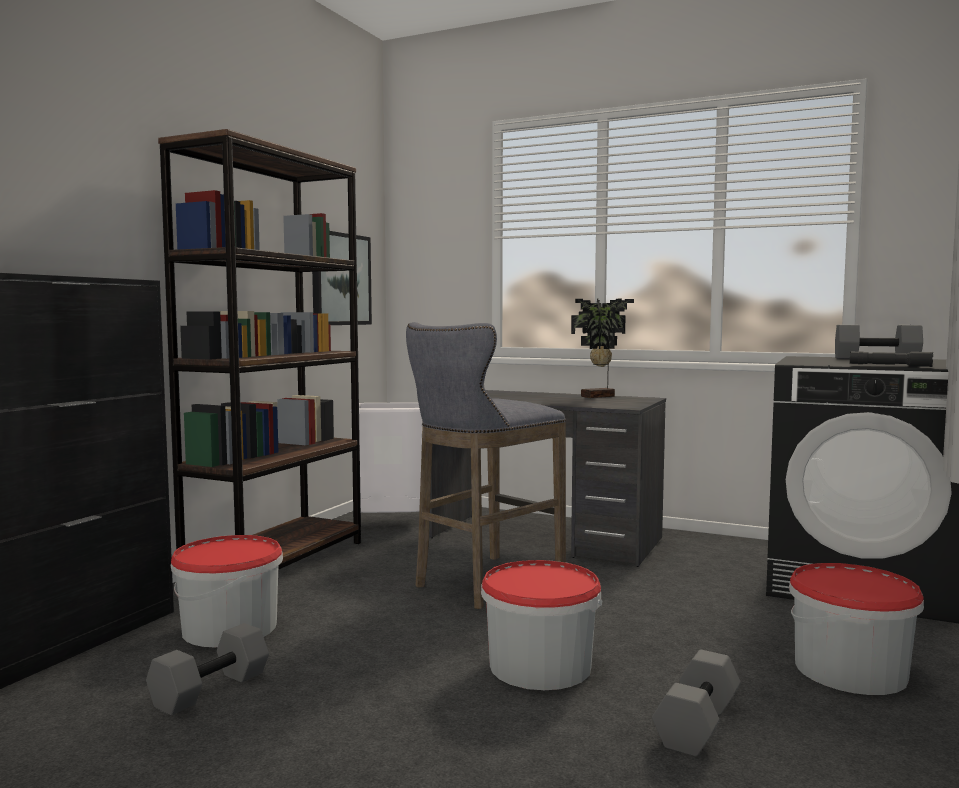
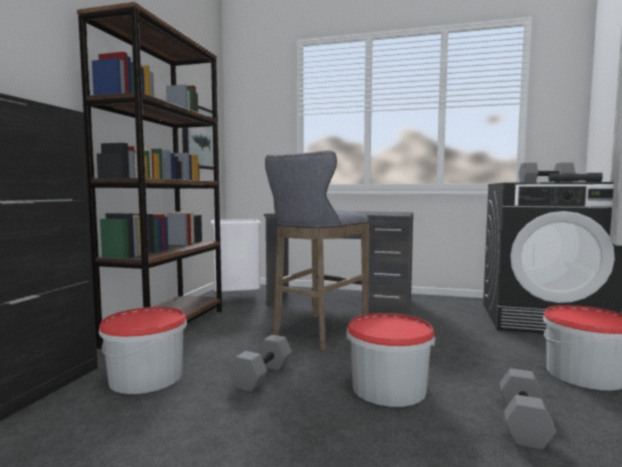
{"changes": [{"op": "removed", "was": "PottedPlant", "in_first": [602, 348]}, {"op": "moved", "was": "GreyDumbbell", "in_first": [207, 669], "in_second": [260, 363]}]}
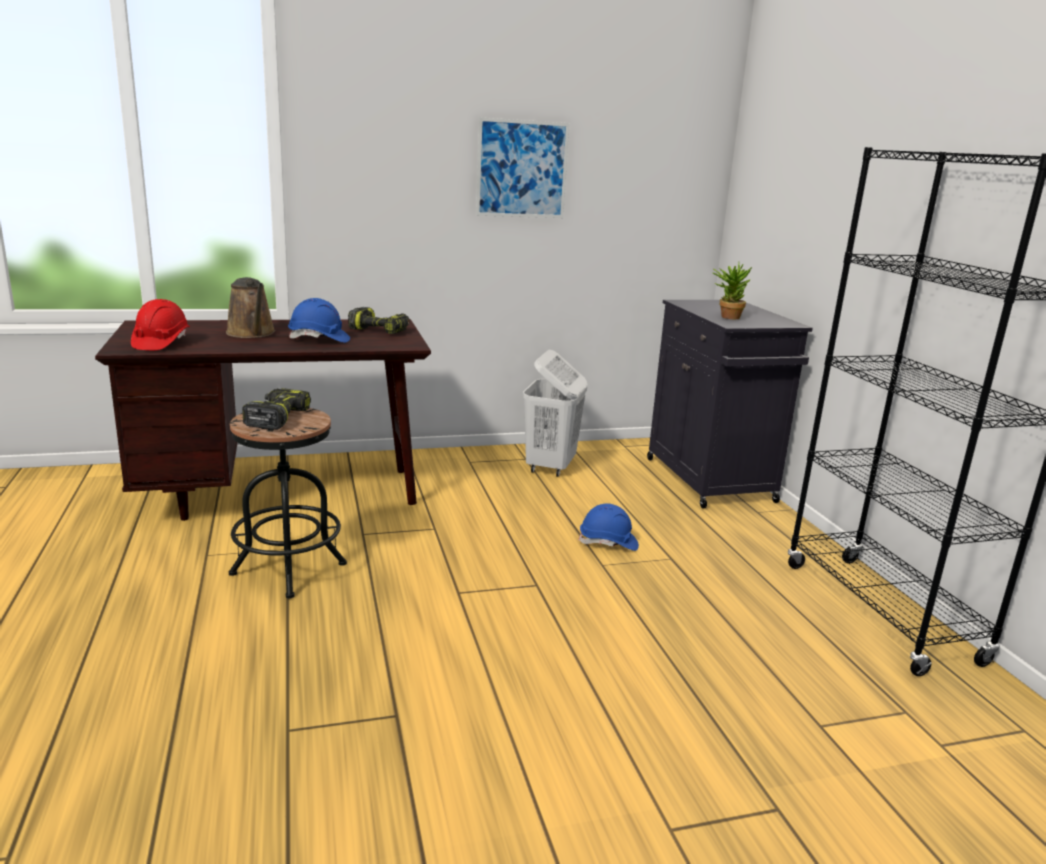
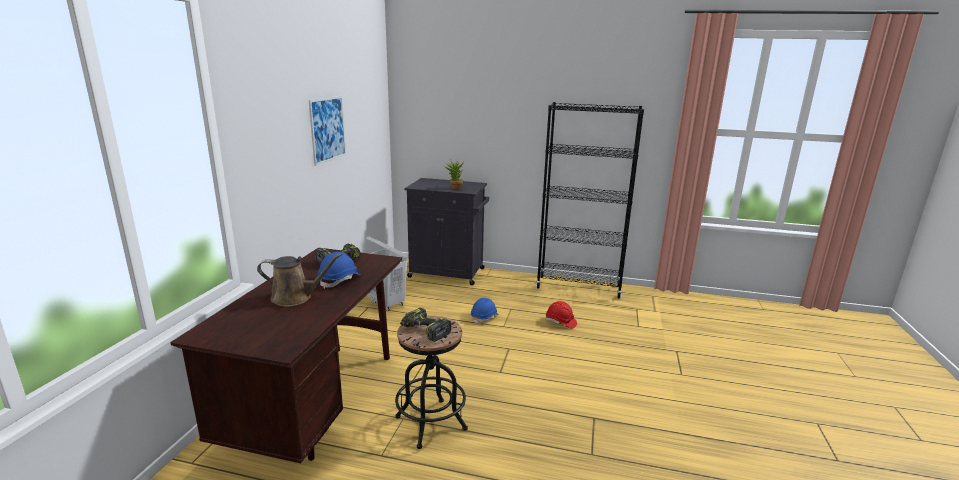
{"changes": [{"op": "moved", "was": "RedHardHat", "in_first": [160, 325], "in_second": [561, 315]}]}
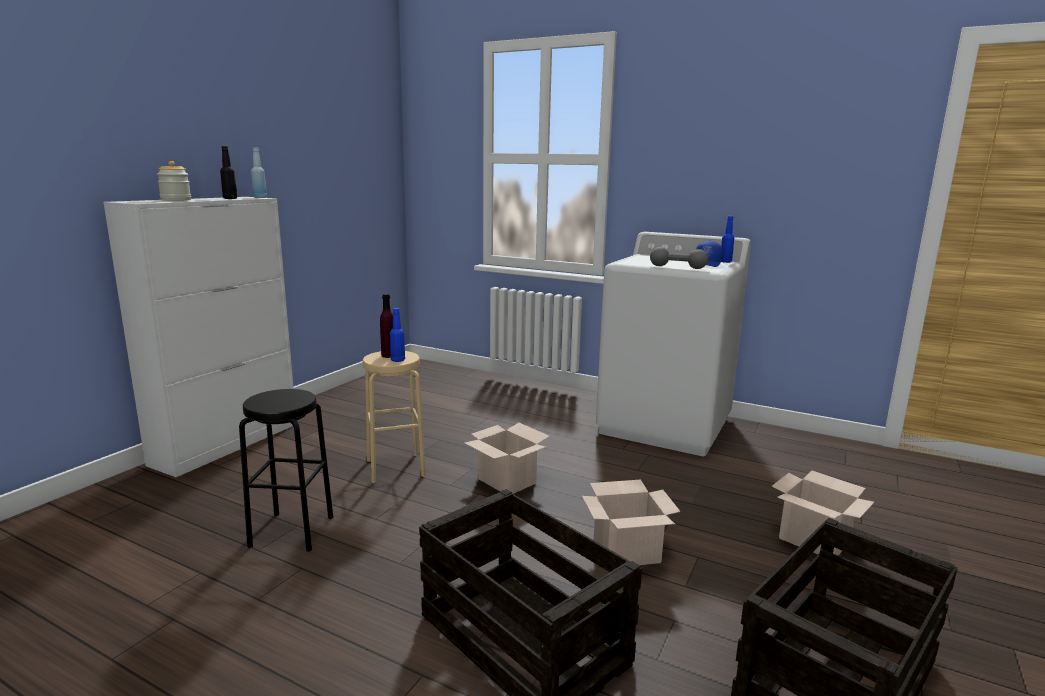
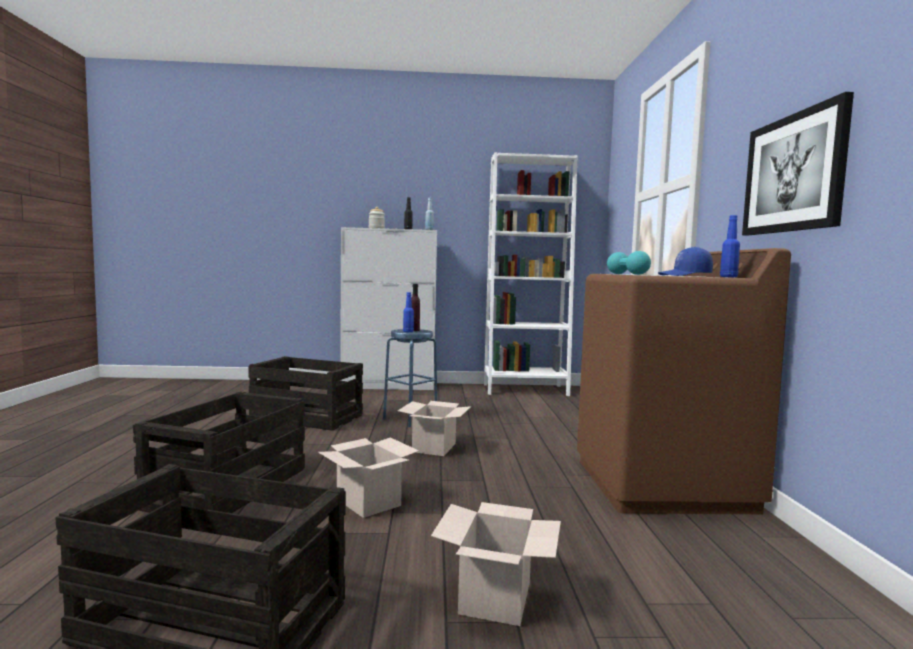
{"changes": [{"op": "recoloured", "was": "WhiteWashingMachine", "now": "BrownWashingMachine", "in_first": [673, 344], "in_second": [684, 381]}, {"op": "recoloured", "was": "GreyDumbbell", "now": "TurquoiseDumbbell", "in_first": [679, 258], "in_second": [629, 263]}, {"op": "recoloured", "was": "BeigeStool", "now": "BlueStool", "in_first": [394, 417], "in_second": [410, 378]}, {"op": "replaced", "was": "BlackStool", "now": "Crate", "in_first": [286, 470], "in_second": [305, 393]}, {"op": "added", "now": "Picture", "in_second": [798, 164]}, {"op": "added", "now": "WhiteBookcase", "in_second": [530, 274]}]}
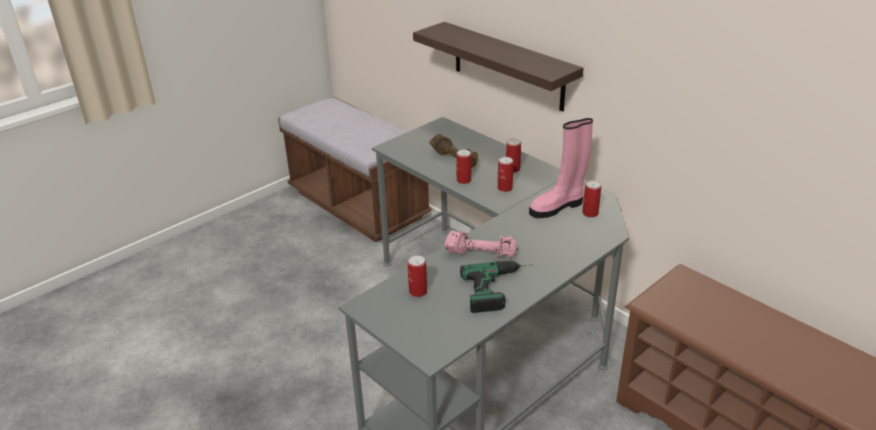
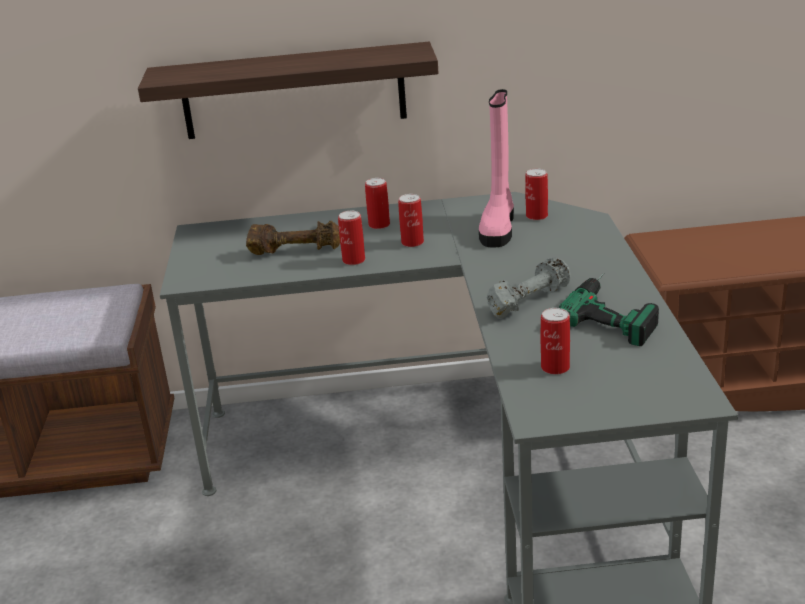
{"changes": [{"op": "recoloured", "was": "PinkDumbbell", "now": "GreyDumbbell", "in_first": [481, 245], "in_second": [529, 287]}]}
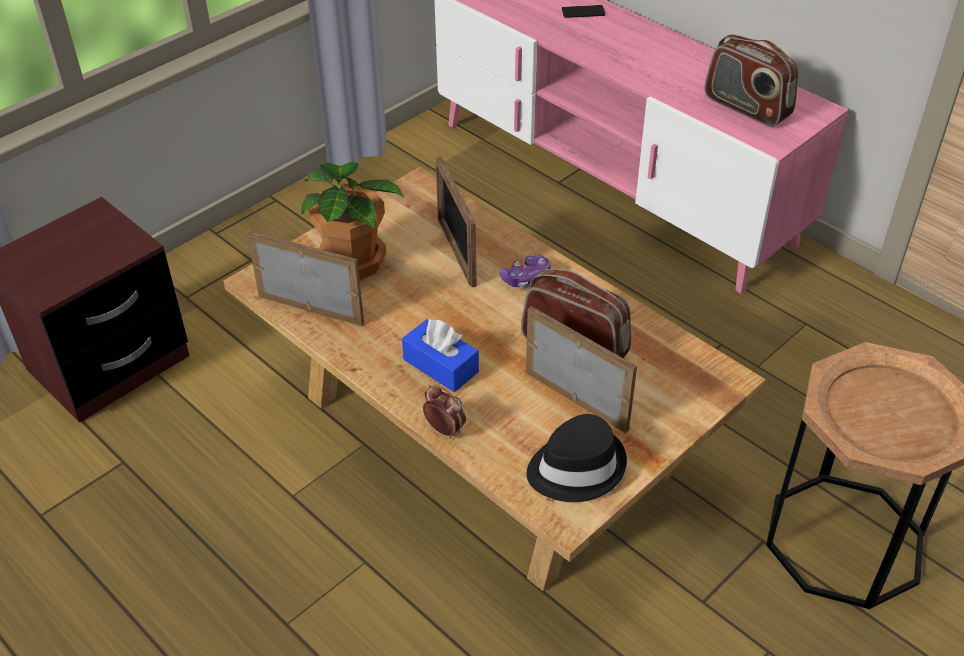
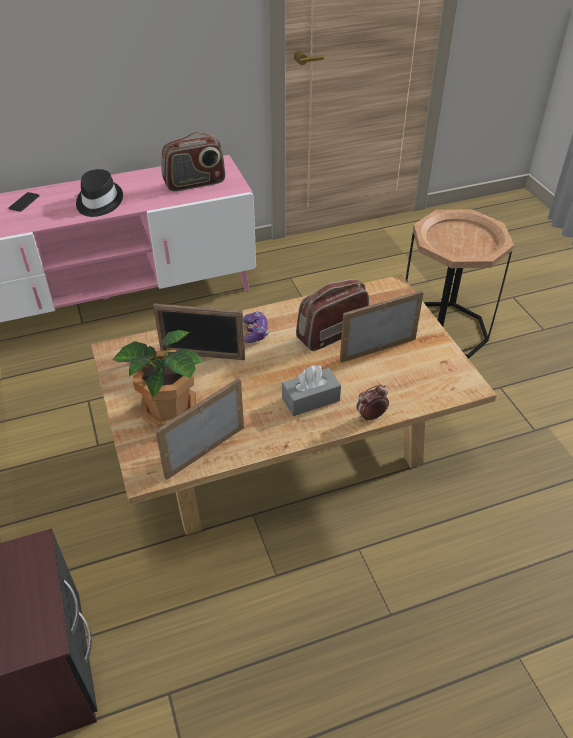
{"changes": [{"op": "recoloured", "was": "BlueTissueBox", "now": "GreyTissueBox", "in_first": [440, 355], "in_second": [311, 390]}, {"op": "moved", "was": "BlackHat", "in_first": [577, 458], "in_second": [99, 193]}]}
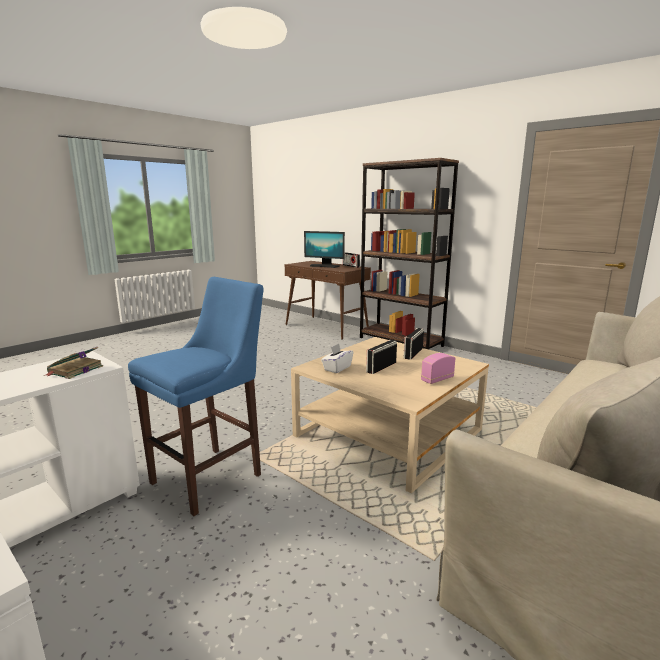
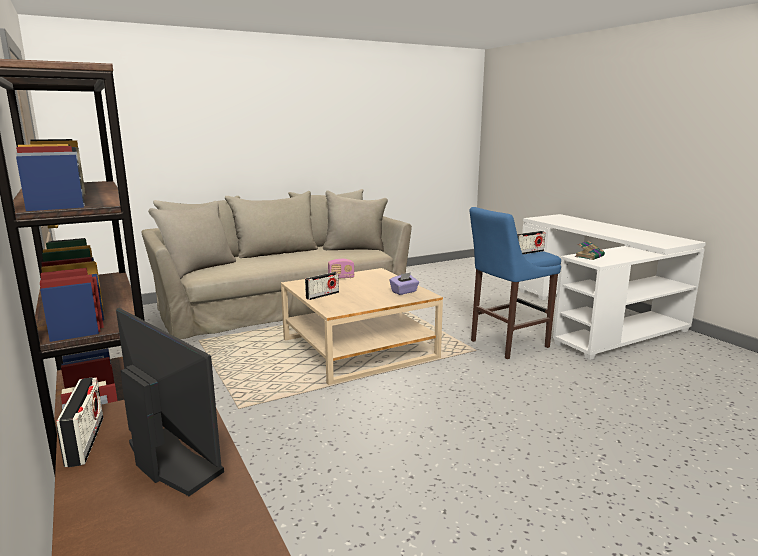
{"changes": [{"op": "moved", "was": "Radio", "in_first": [381, 357], "in_second": [531, 242]}, {"op": "recoloured", "was": "WhiteTissueBox", "now": "PurpleTissueBox", "in_first": [337, 358], "in_second": [404, 284]}]}
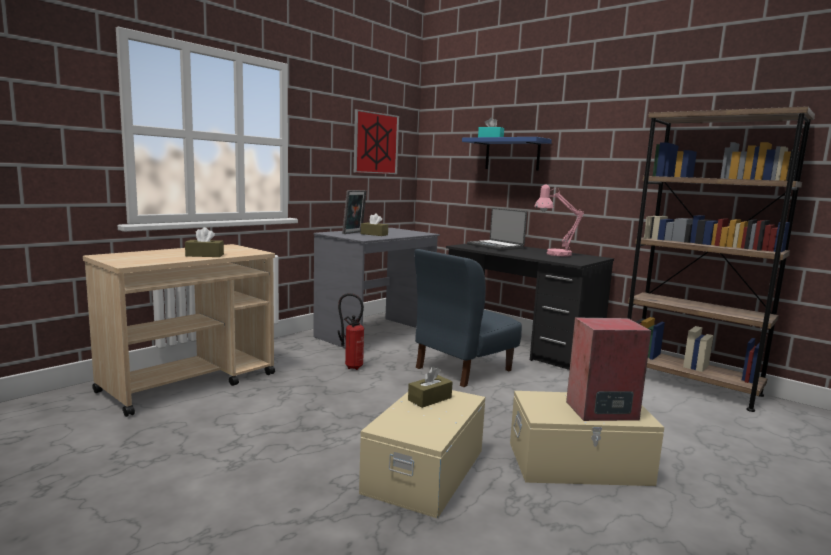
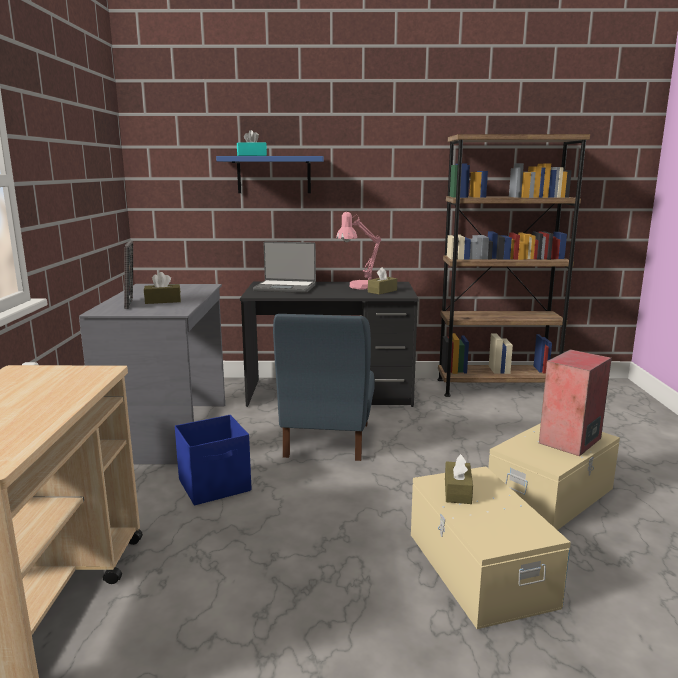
{"changes": [{"op": "removed", "was": "Picture", "in_first": [376, 141]}, {"op": "moved", "was": "BrownTissueBox", "in_first": [204, 242], "in_second": [382, 281]}, {"op": "replaced", "was": "FireExtinguisher", "now": "BlueStorageBox", "in_first": [351, 331], "in_second": [213, 460]}]}
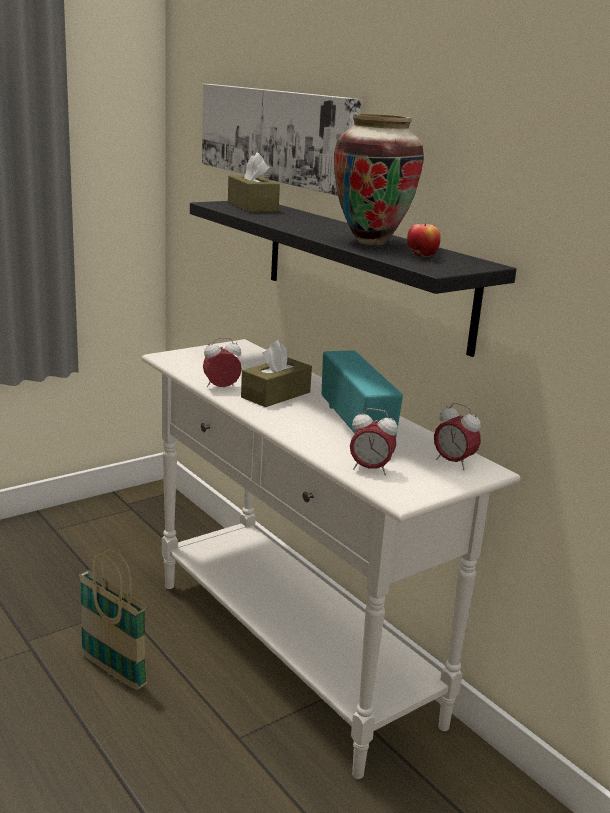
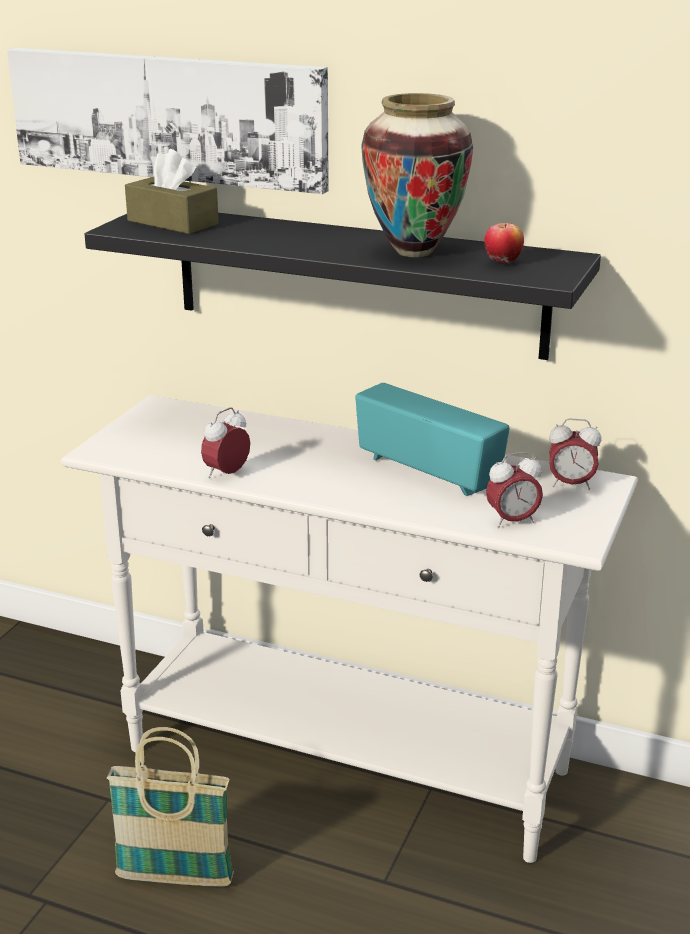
{"changes": [{"op": "removed", "was": "BrownTissueBox", "in_first": [276, 373]}]}
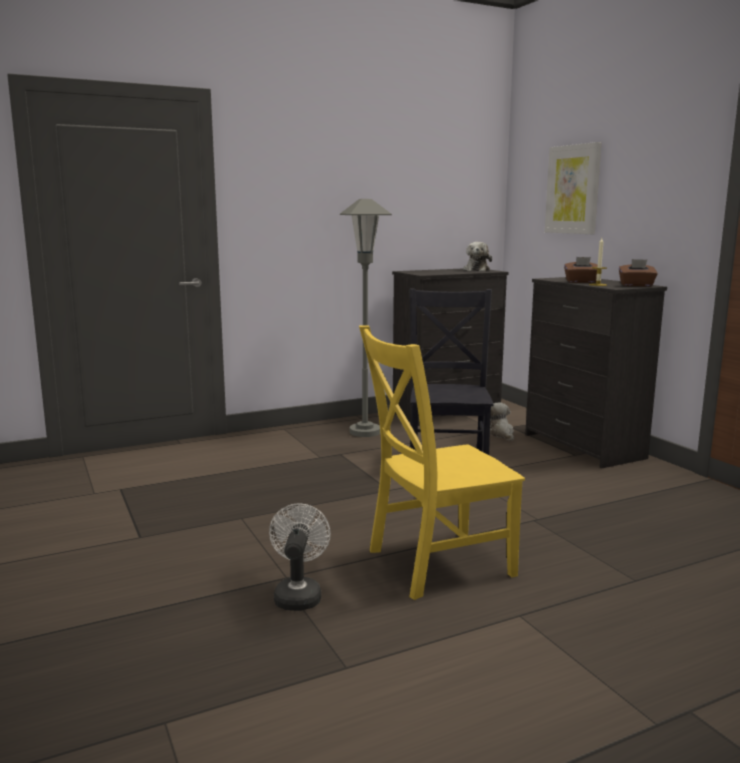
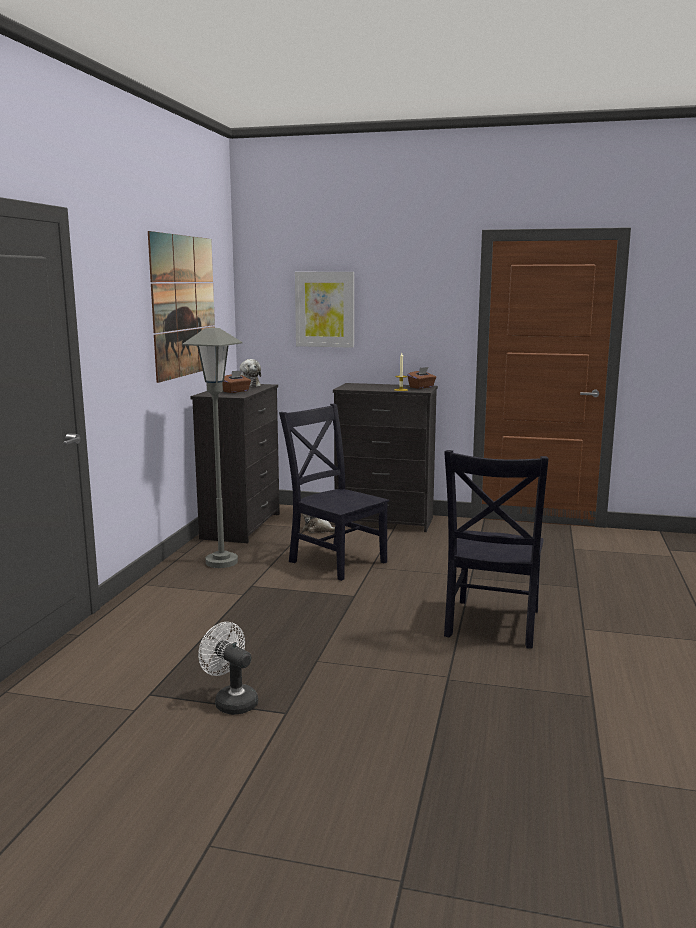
{"changes": [{"op": "moved", "was": "BrownTissueBox", "in_first": [581, 270], "in_second": [236, 381]}, {"op": "recoloured", "was": "YellowChair", "now": "BlackChair", "in_first": [442, 463], "in_second": [496, 549]}, {"op": "moved", "was": "WhiteFan", "in_first": [300, 557], "in_second": [228, 668]}, {"op": "added", "now": "Picture", "in_second": [181, 307]}]}
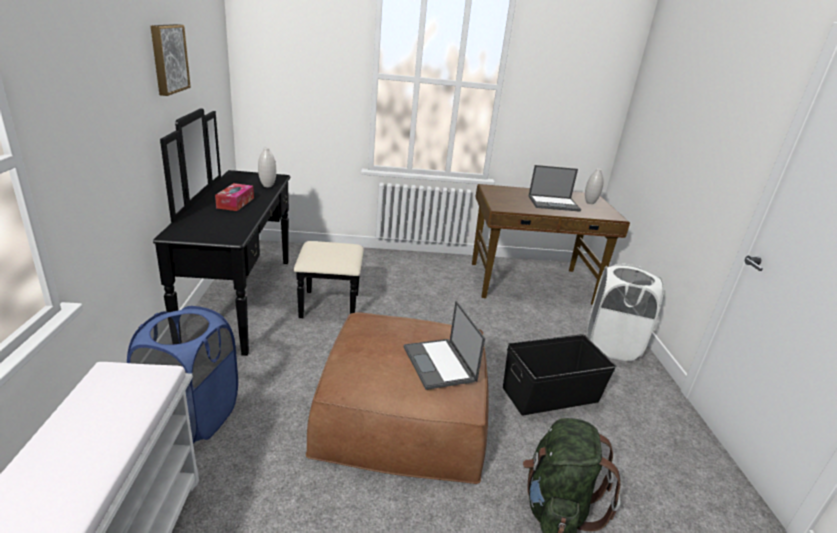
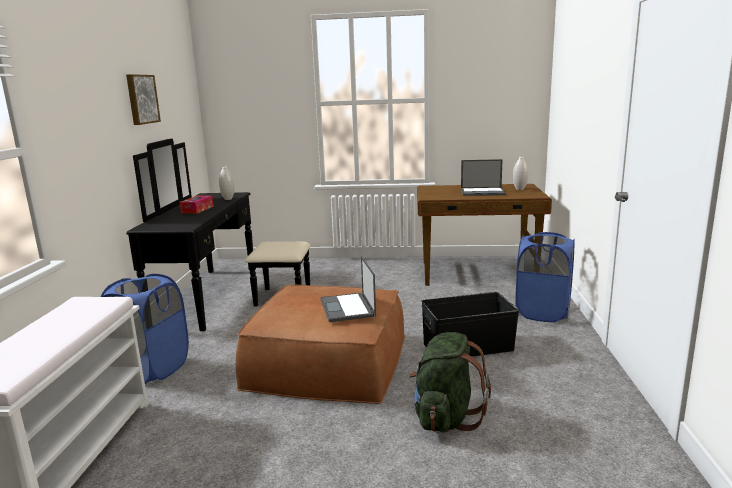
{"changes": [{"op": "recoloured", "was": "WhiteLaundryBasket", "now": "BlueLaundryBasket", "in_first": [625, 312], "in_second": [545, 277]}]}
